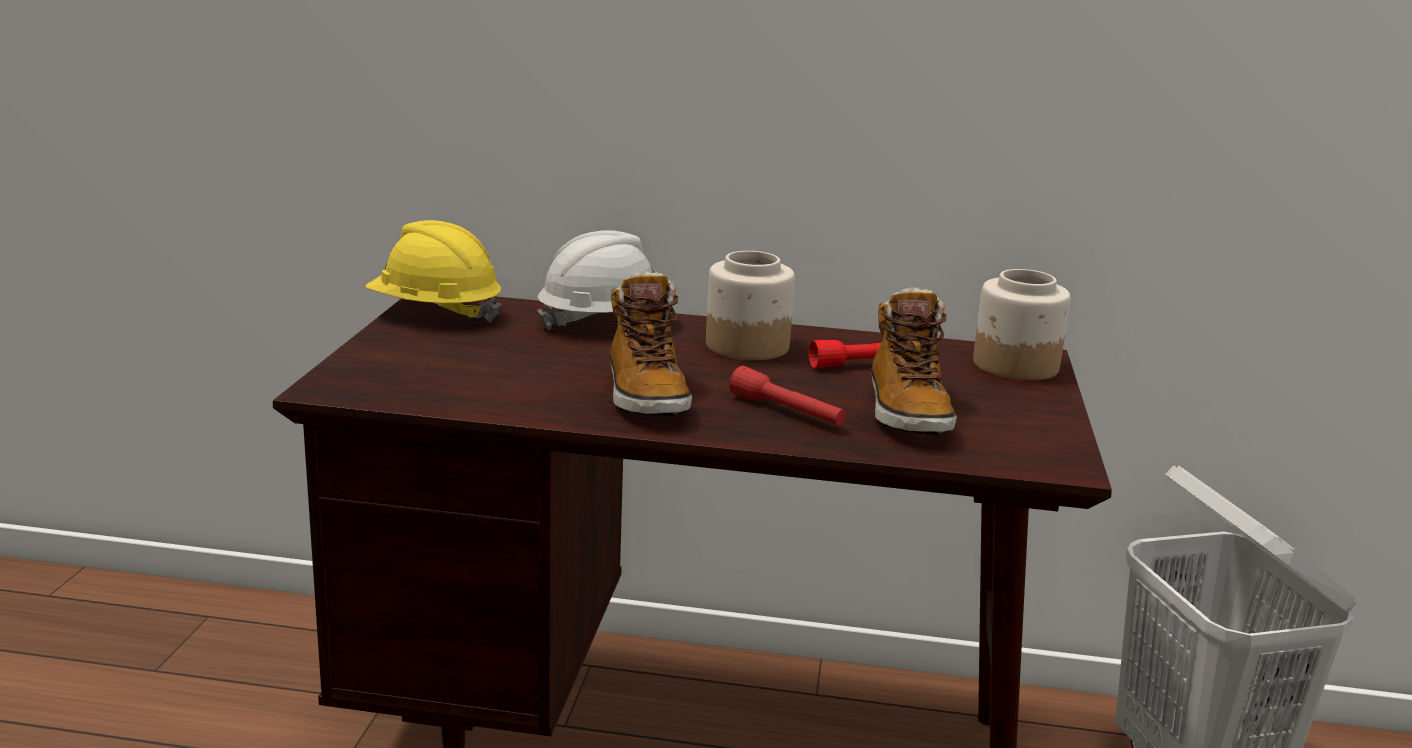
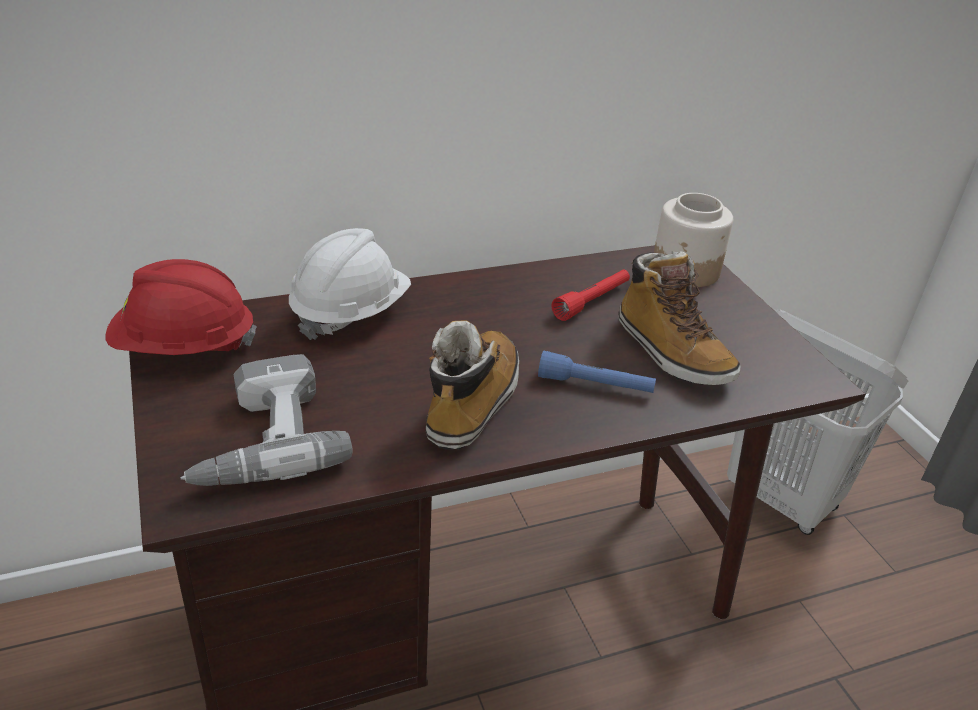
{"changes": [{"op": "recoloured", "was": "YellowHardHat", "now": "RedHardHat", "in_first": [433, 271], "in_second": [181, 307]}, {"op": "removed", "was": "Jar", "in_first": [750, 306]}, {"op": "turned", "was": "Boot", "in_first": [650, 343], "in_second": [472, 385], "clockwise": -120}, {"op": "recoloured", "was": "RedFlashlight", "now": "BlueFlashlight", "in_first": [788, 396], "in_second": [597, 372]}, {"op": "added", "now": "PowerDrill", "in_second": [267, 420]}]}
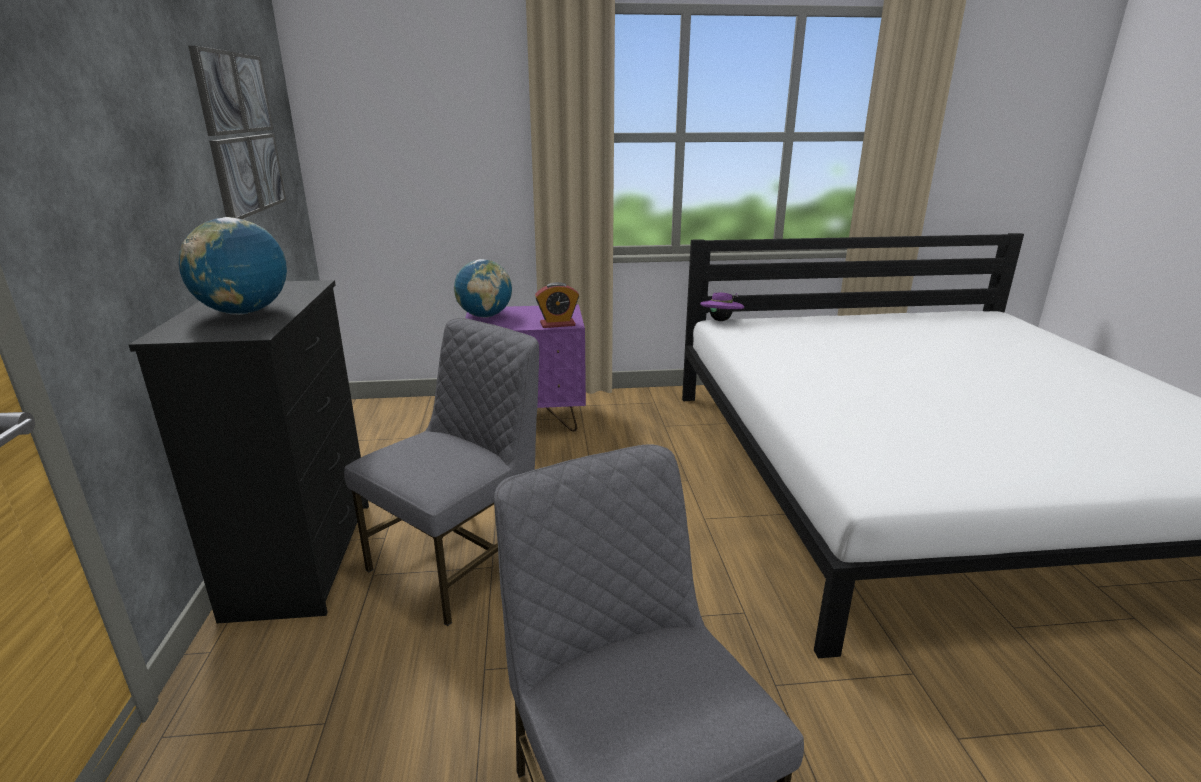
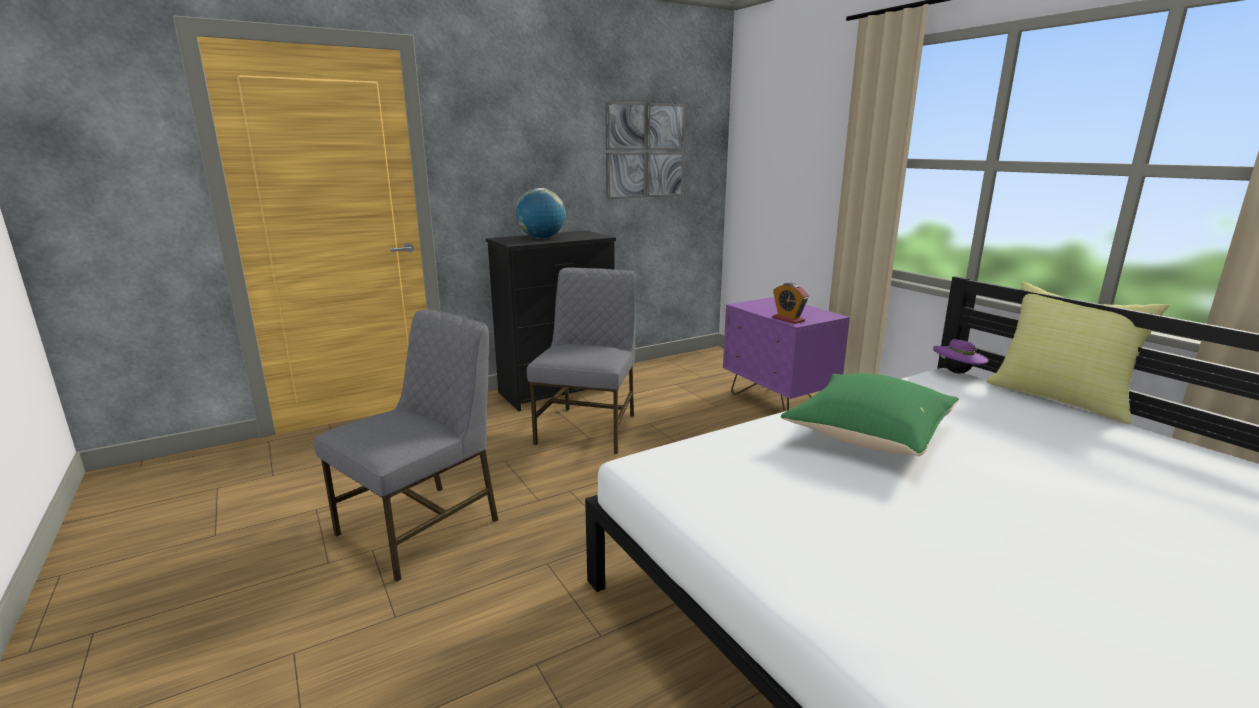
{"changes": [{"op": "removed", "was": "Globe", "in_first": [483, 288]}, {"op": "turned", "was": "GreyChair", "in_first": [441, 472], "in_second": [581, 360], "clockwise": -90}, {"op": "added", "now": "YellowPillow", "in_second": [1077, 353]}, {"op": "added", "now": "GreenPillow", "in_second": [870, 414]}]}
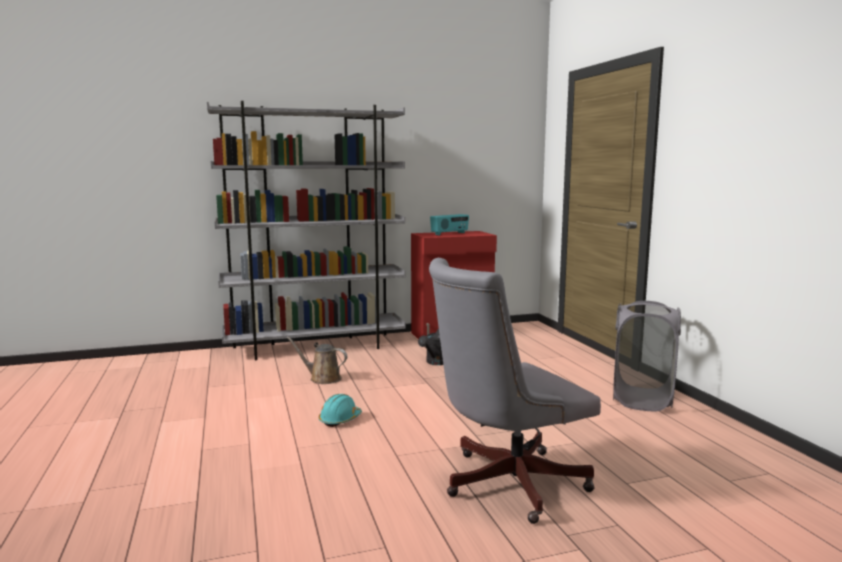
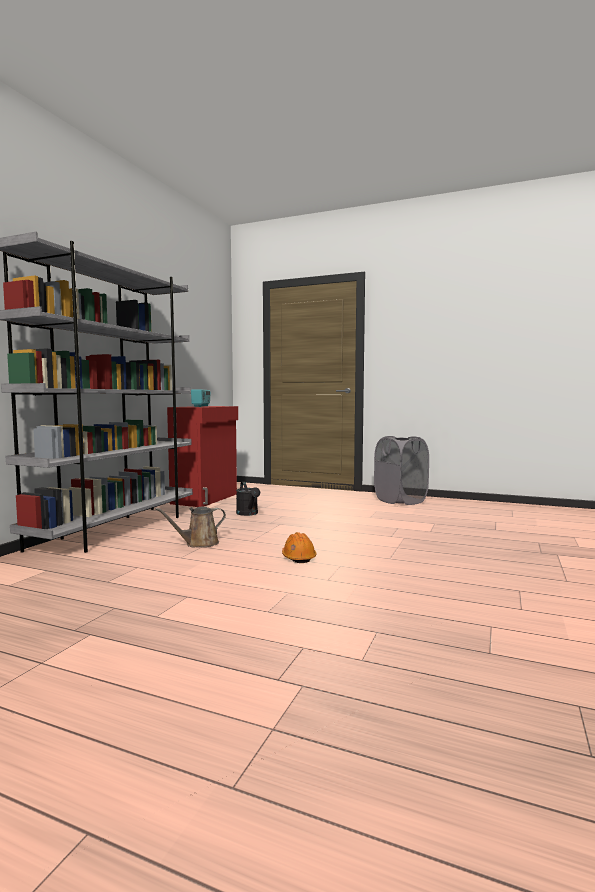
{"changes": [{"op": "removed", "was": "GreyOfficeChair", "in_first": [515, 391]}, {"op": "recoloured", "was": "TurquoiseHardHat", "now": "OrangeHardHat", "in_first": [340, 410], "in_second": [299, 547]}]}
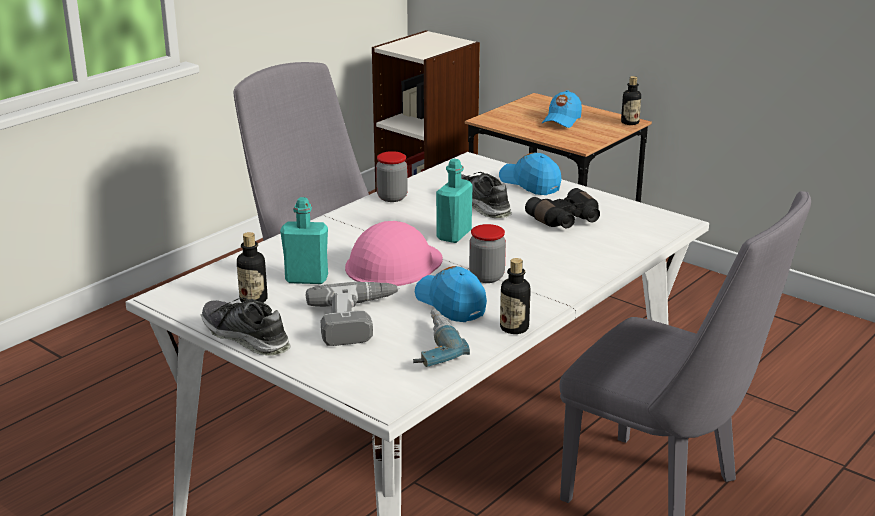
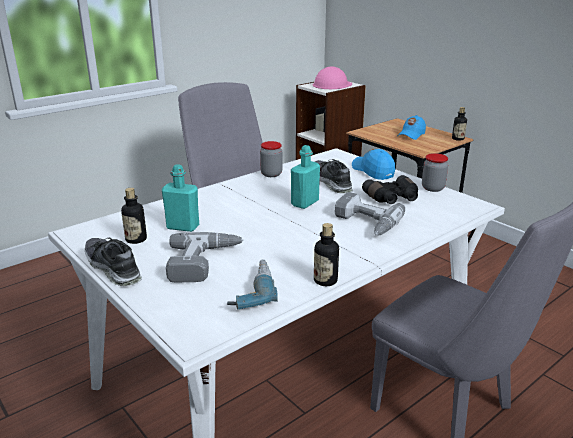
{"changes": [{"op": "moved", "was": "PinkHardHat", "in_first": [394, 253], "in_second": [332, 77]}, {"op": "moved", "was": "Jar", "in_first": [487, 253], "in_second": [435, 172]}, {"op": "removed", "was": "BlueCap", "in_first": [451, 294]}, {"op": "added", "now": "PowerDrill", "in_second": [370, 214]}]}
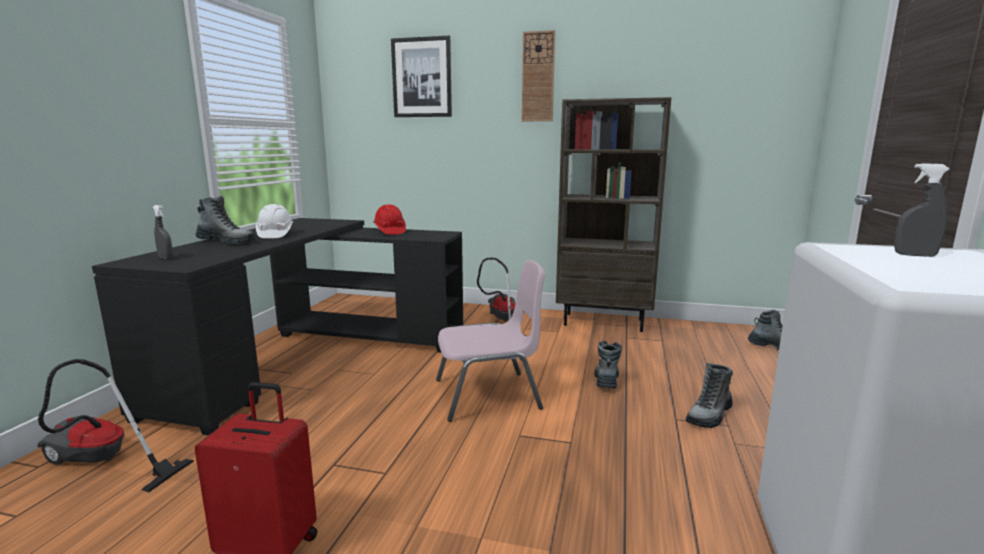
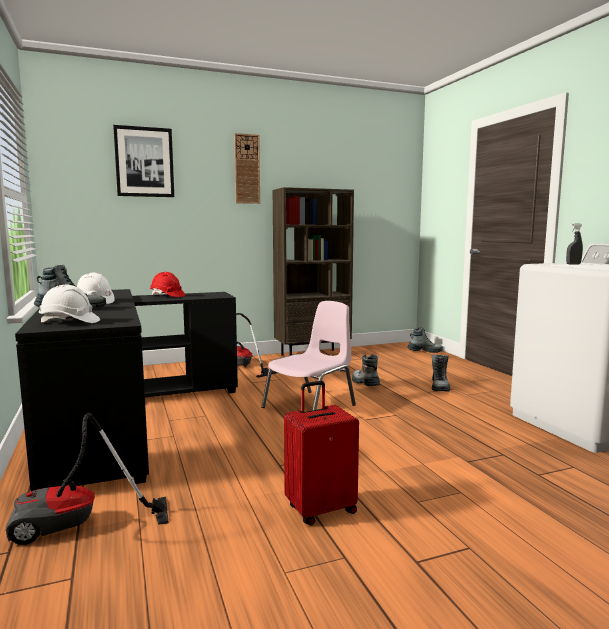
{"changes": [{"op": "replaced", "was": "GreySprayBottle", "now": "WhiteHardHat", "in_first": [163, 232], "in_second": [69, 304]}]}
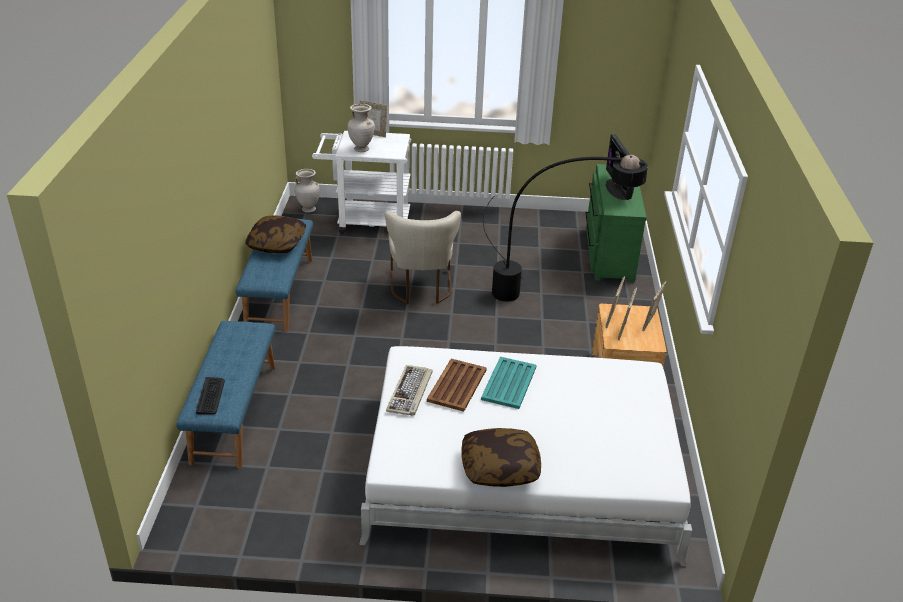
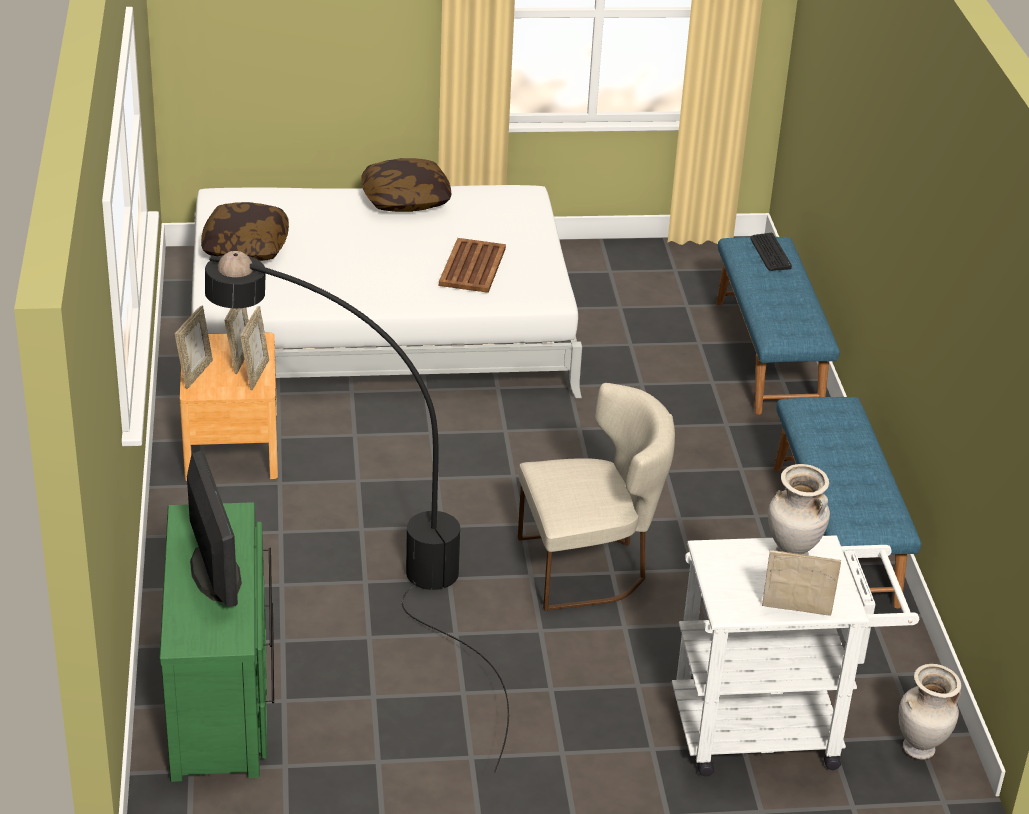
{"changes": [{"op": "turned", "was": "BeigeChair", "in_first": [423, 257], "in_second": [596, 497], "clockwise": 90}, {"op": "moved", "was": "Pillow", "in_first": [276, 234], "in_second": [245, 231]}, {"op": "removed", "was": "TurquoiseTray", "in_first": [509, 383]}, {"op": "removed", "was": "Keyboard", "in_first": [409, 390]}]}
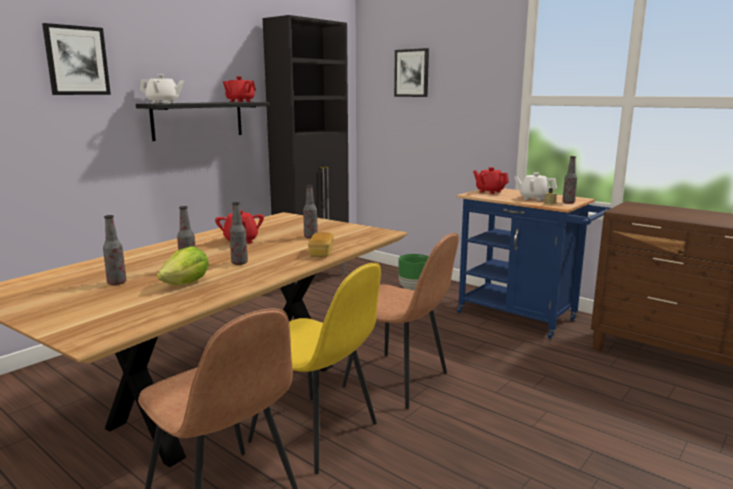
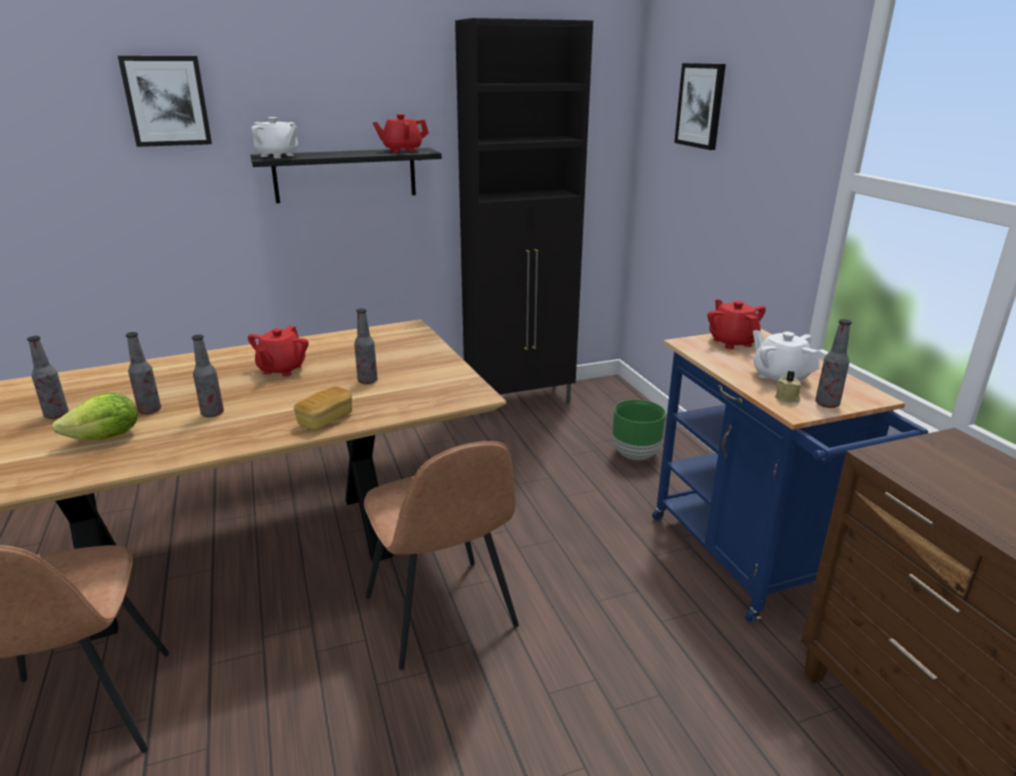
{"changes": [{"op": "removed", "was": "YellowChair", "in_first": [314, 368]}]}
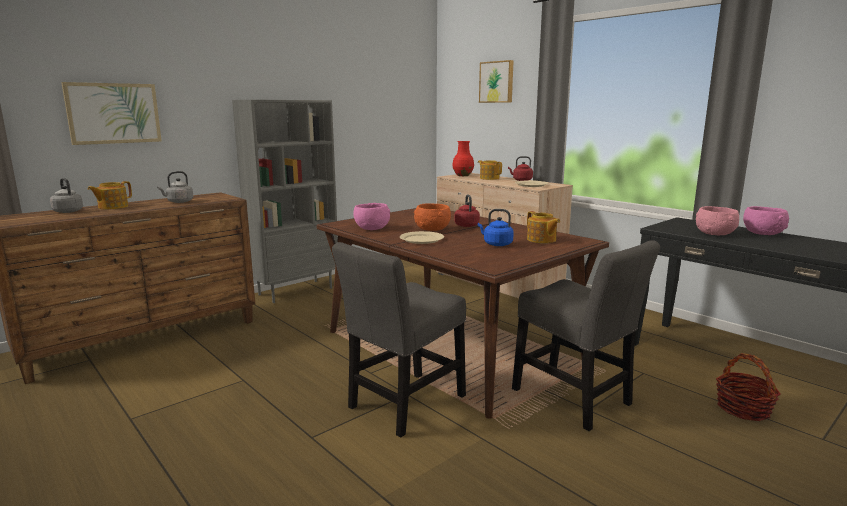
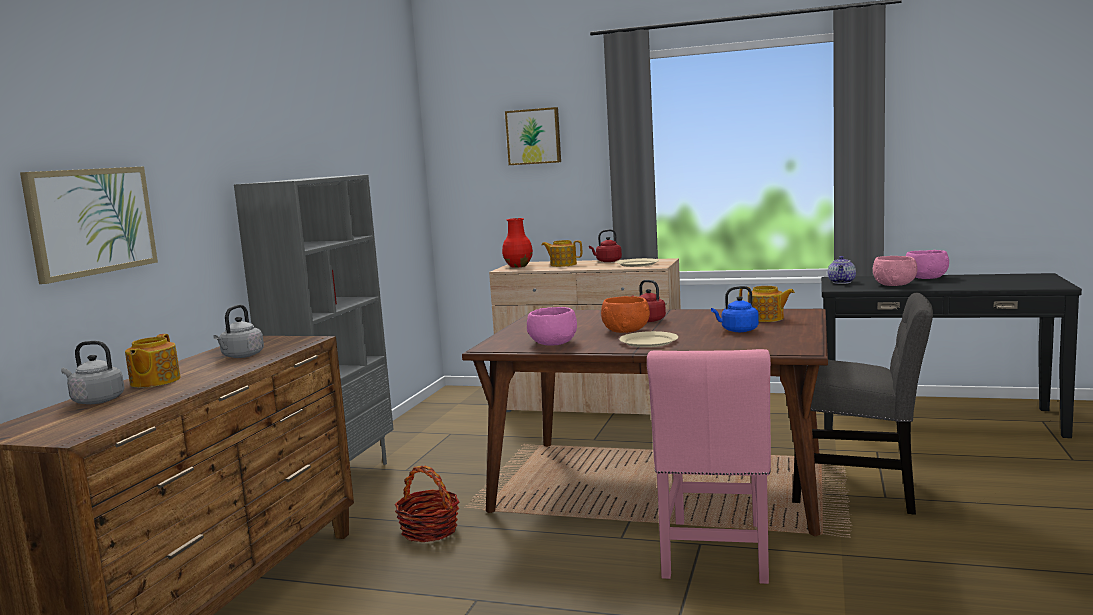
{"changes": [{"op": "recoloured", "was": "GreyChair", "now": "PinkChair", "in_first": [399, 340], "in_second": [709, 466]}, {"op": "moved", "was": "Basket", "in_first": [748, 387], "in_second": [427, 504]}, {"op": "added", "now": "Teapot", "in_second": [842, 270]}]}
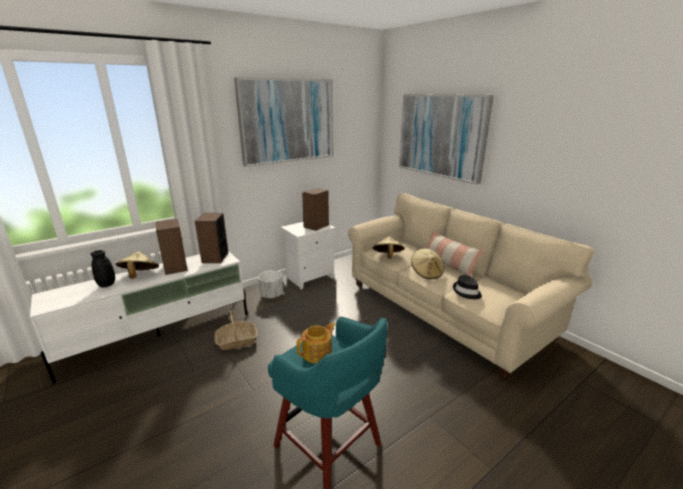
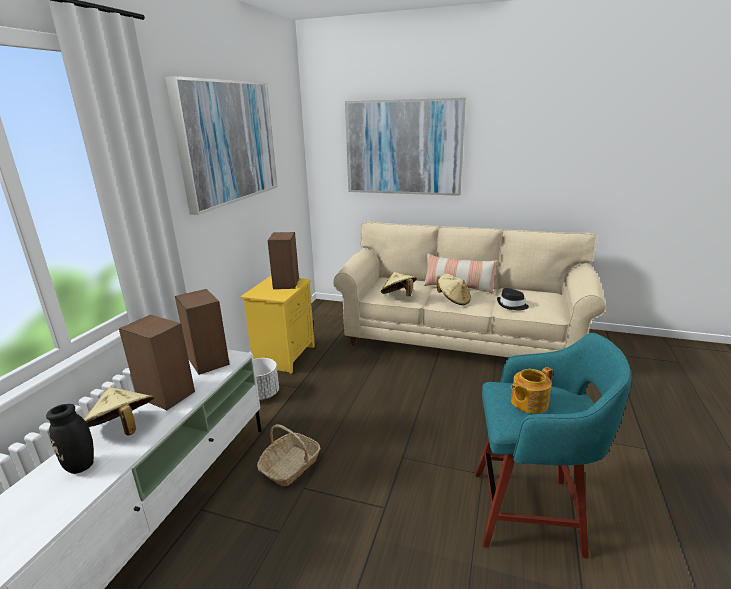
{"changes": [{"op": "recoloured", "was": "WhiteNightstand", "now": "YellowNightstand", "in_first": [308, 256], "in_second": [277, 325]}, {"op": "turned", "was": "Teapot", "in_first": [316, 342], "in_second": [532, 390], "clockwise": -135}]}
